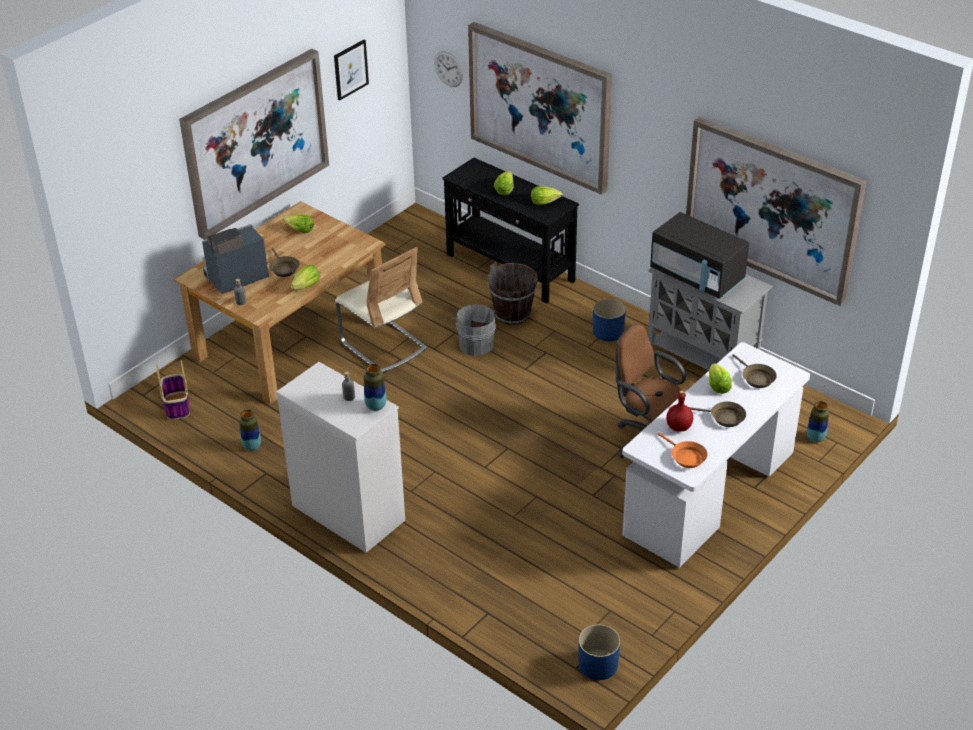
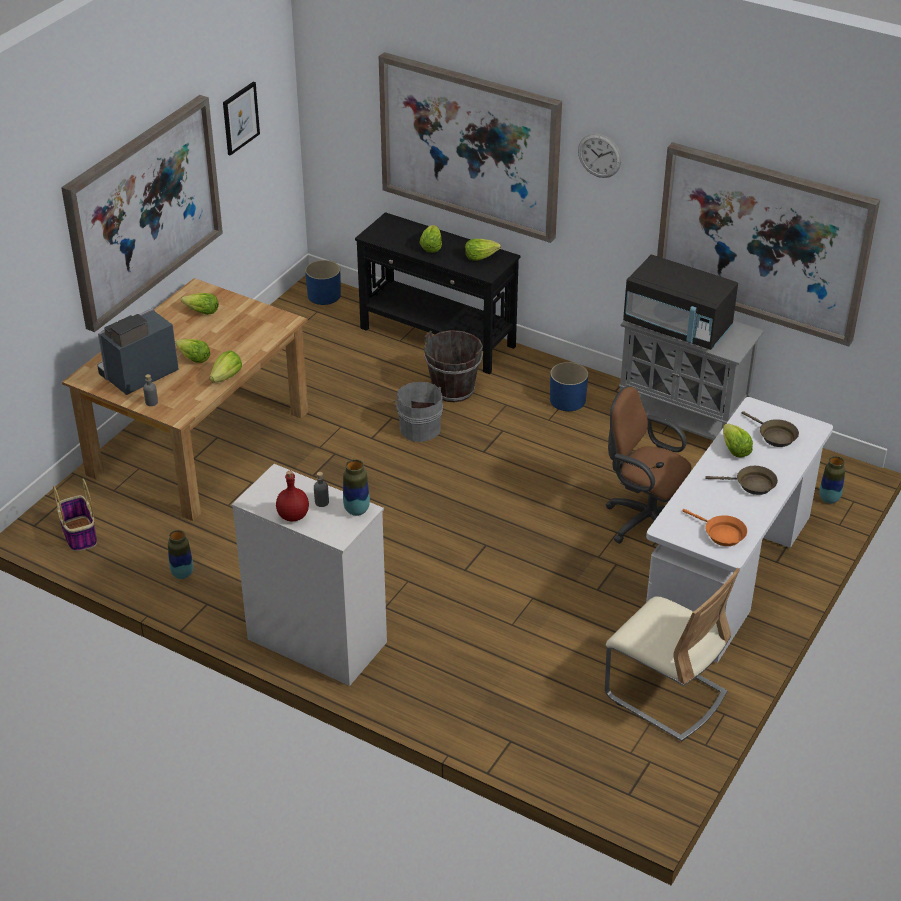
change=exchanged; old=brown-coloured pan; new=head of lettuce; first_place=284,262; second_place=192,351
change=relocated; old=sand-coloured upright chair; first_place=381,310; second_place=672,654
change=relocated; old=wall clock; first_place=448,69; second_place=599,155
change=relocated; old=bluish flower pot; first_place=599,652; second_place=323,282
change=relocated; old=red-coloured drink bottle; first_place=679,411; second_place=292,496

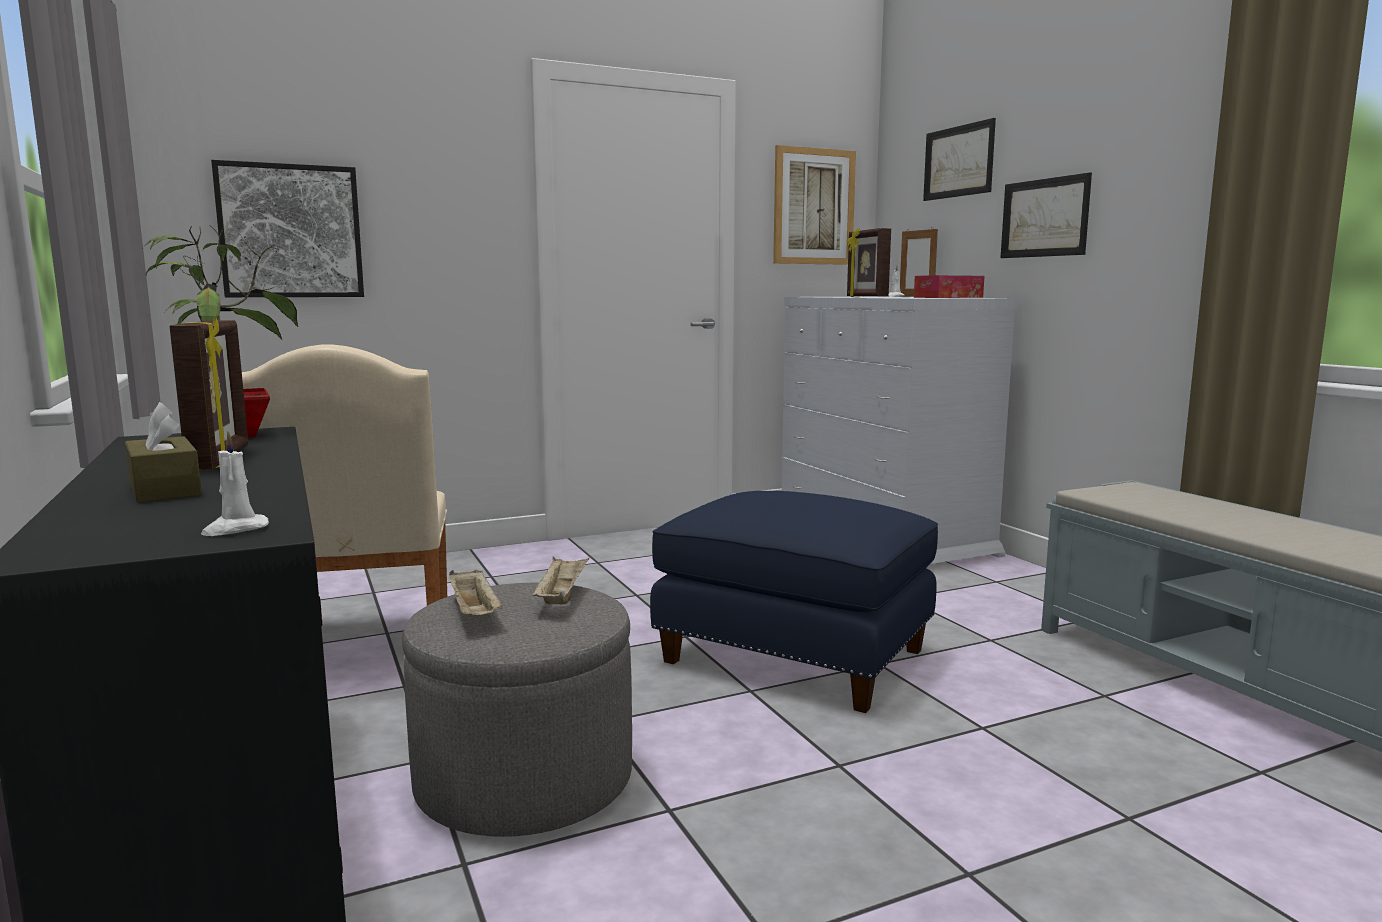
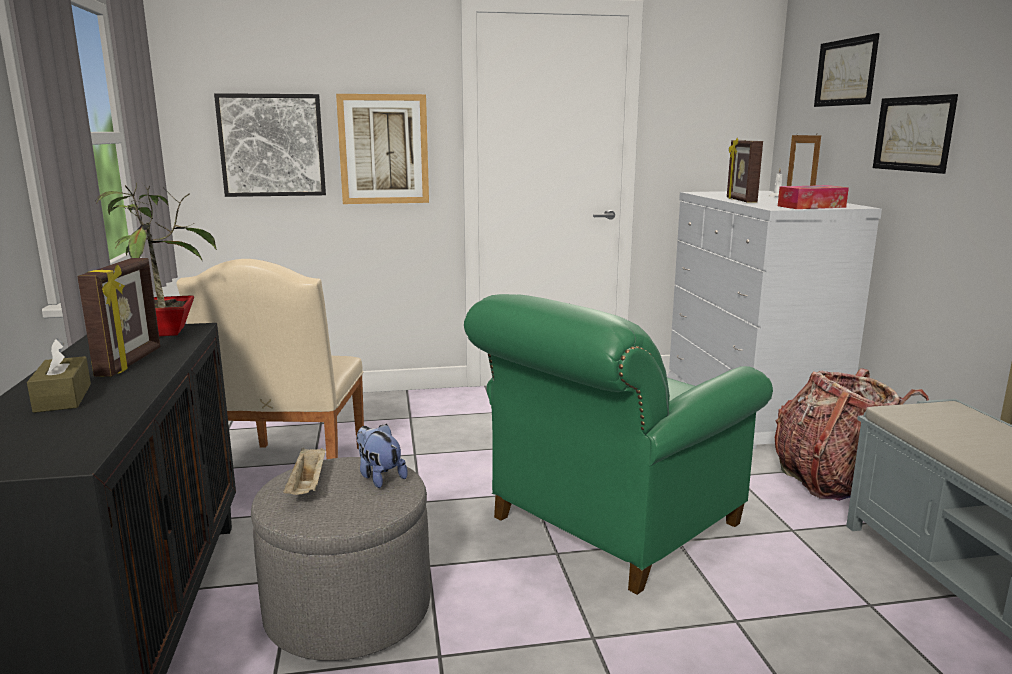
change=missing; old=whitish wax candle; first_place=235,483
change=exchanged; old=sand-coloured tray; new=cuddly toy; first_place=560,580; second_place=382,456
change=exchanged; old=bluish footrest; new=green-coloured armchair; first_place=794,602; second_place=618,444
change=relocated; old=picture; first_place=814,205; second_place=382,149
change=appeared; new=knapsack; second_place=852,434

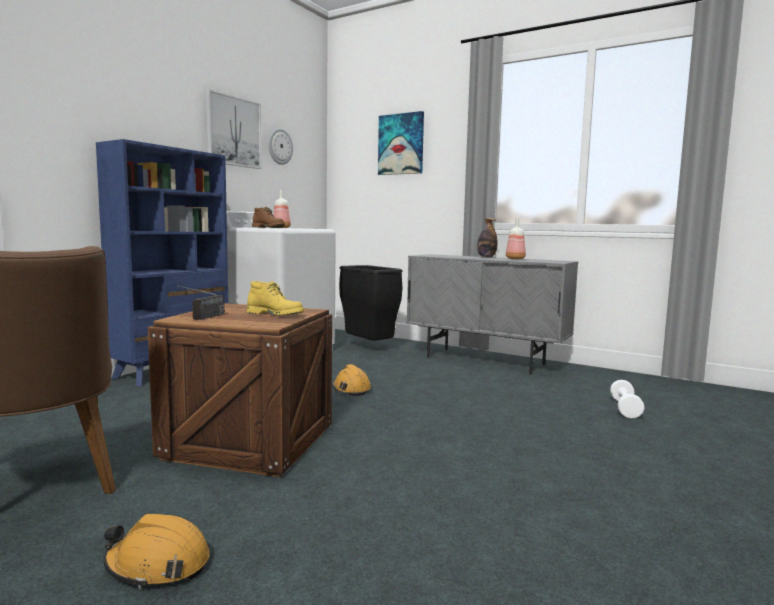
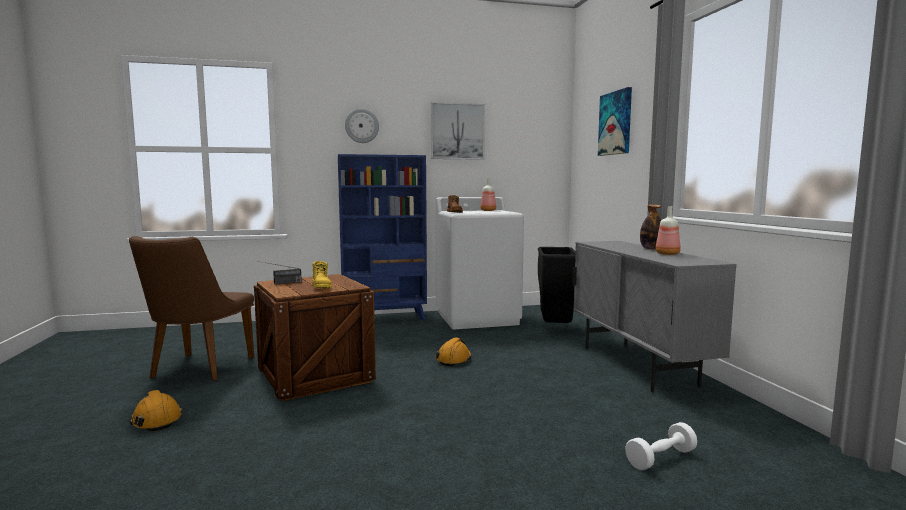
change=relocated; old=wall clock; first_place=280,146; second_place=362,126

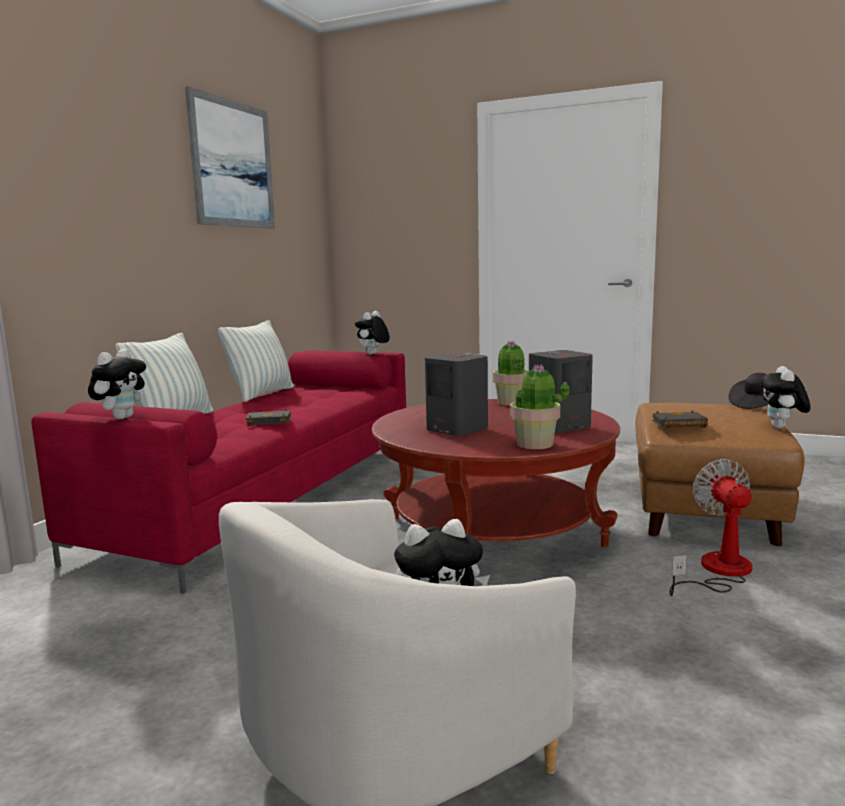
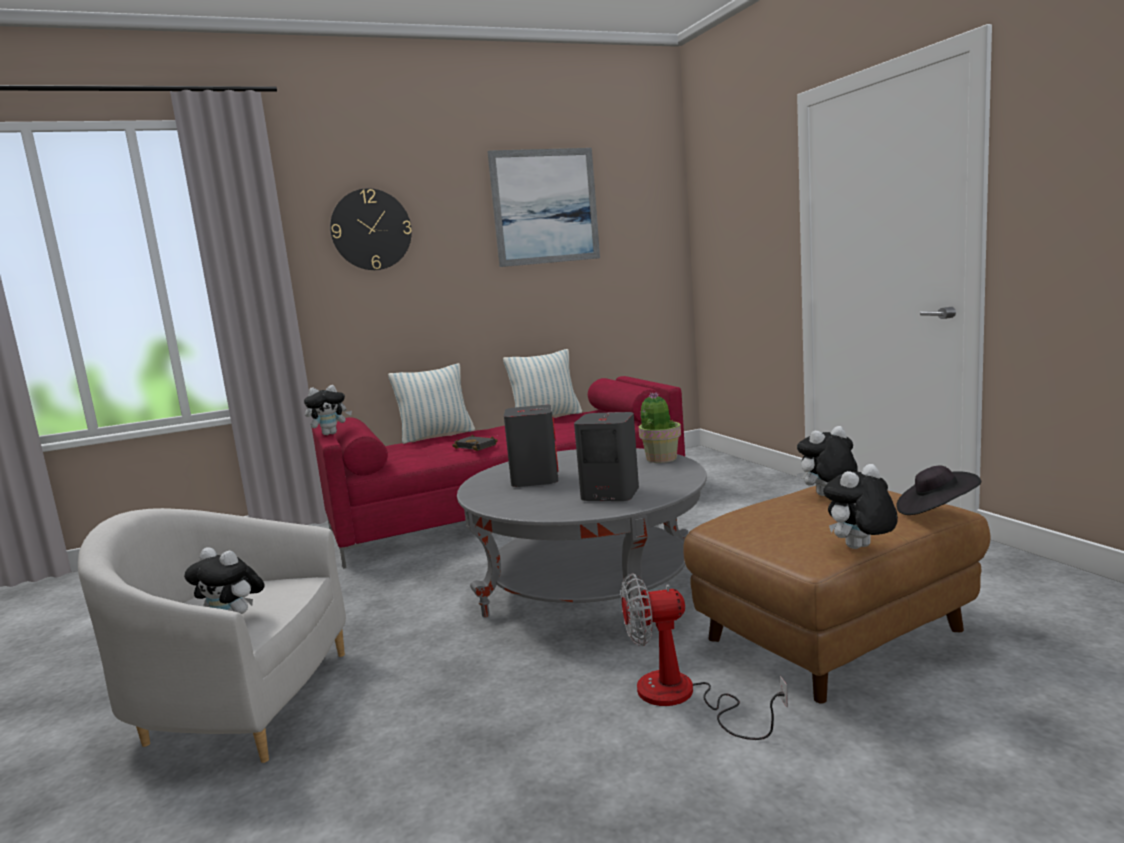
change=relocated; old=cuddly toy; first_place=372,333; second_place=827,461
change=colour; old=red-coloured coffee table; new=greyish coffee table; first_place=496,473; second_place=582,541
change=missing; old=plant in a pot; first_place=539,406
change=missing; old=blackish volume; first_place=680,419
change=spun; old=cooling fan; first_place=710,527; second_place=704,656; degrees=-135
change=appeared; new=wall clock; second_place=371,229

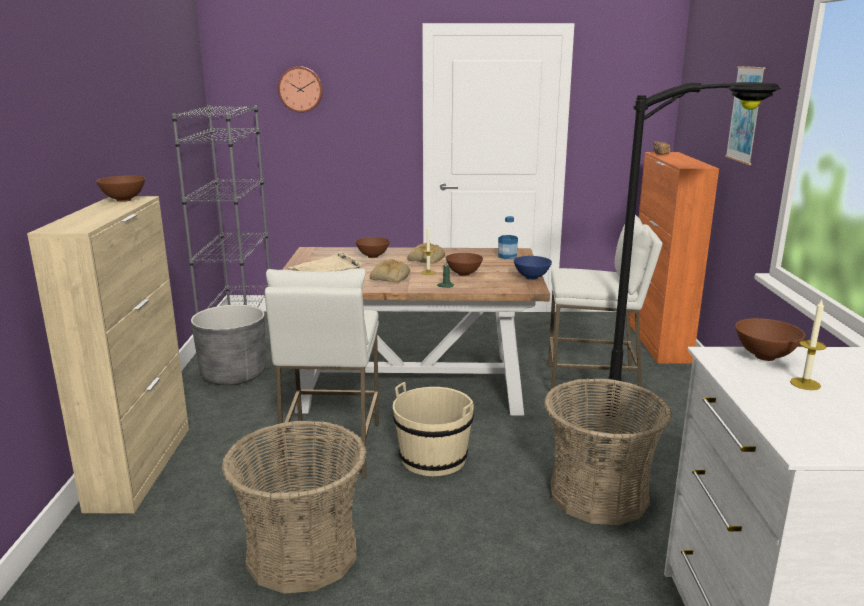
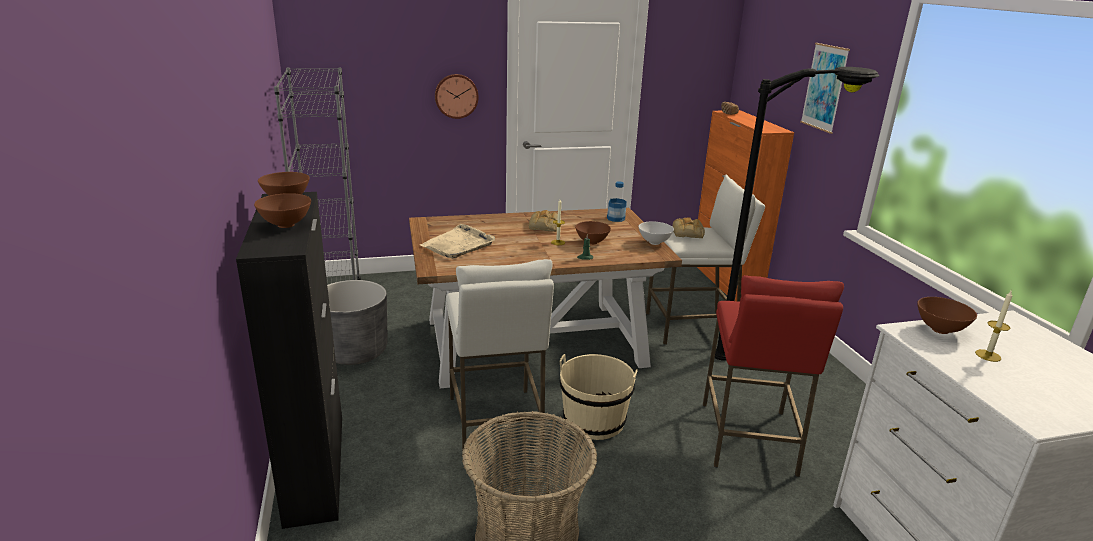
change=colour; old=sand-coloured cabinet; new=blackish cabinet; first_place=108,354; second_place=289,360
change=relocated; old=wall clock; first_place=300,89; second_place=457,96
change=relocated; old=brown-coloured bowl; first_place=372,247; second_place=282,210
change=relocated; old=baked bread; first_place=390,270; second_place=688,227
change=colour; old=bluish bowl; new=whitish bowl; first_place=533,268; second_place=656,233
change=exchanged; old=basket; new=red-coloured stool seat; first_place=608,451; second_place=773,376

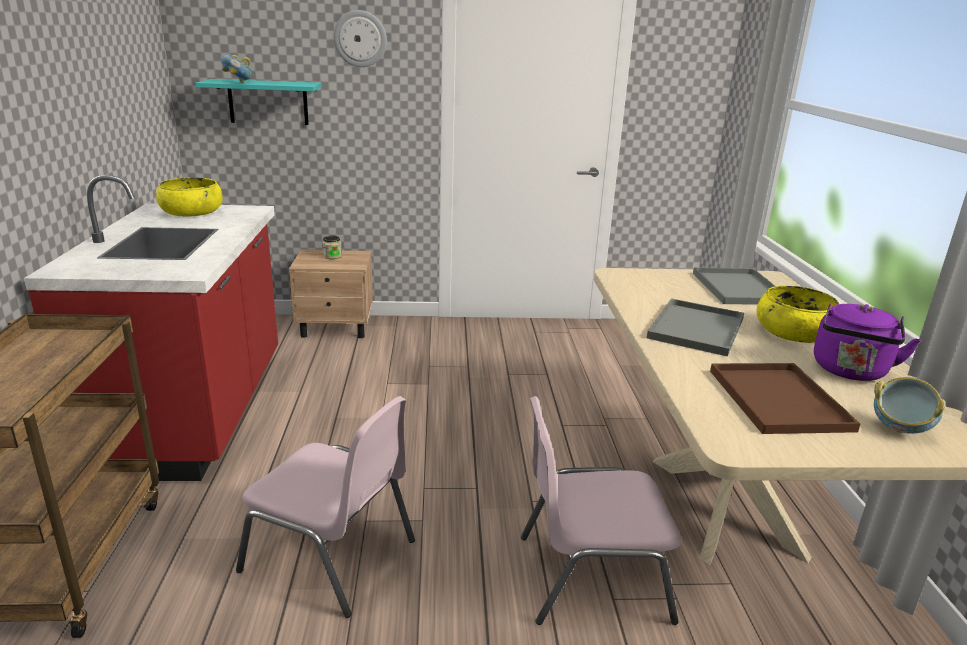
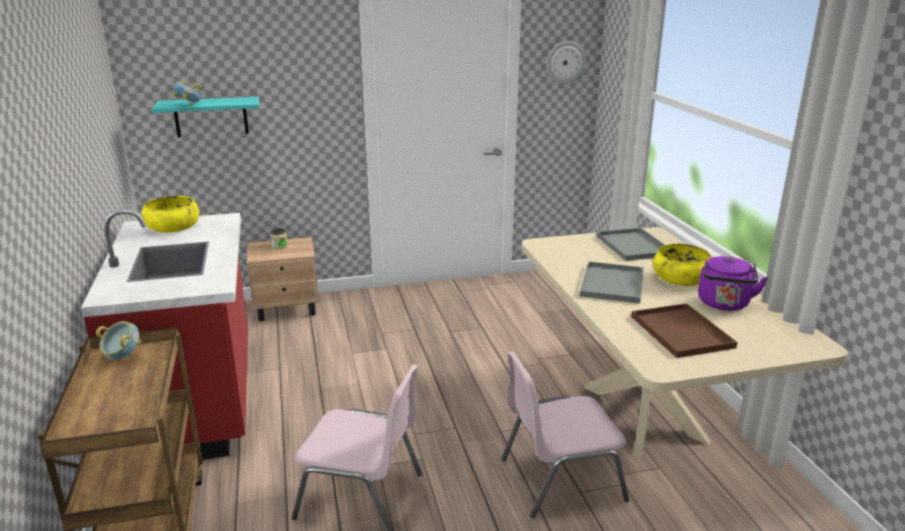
change=relocated; old=wall clock; first_place=360,38; second_place=566,62
change=relocated; old=bowl; first_place=910,405; second_place=119,340

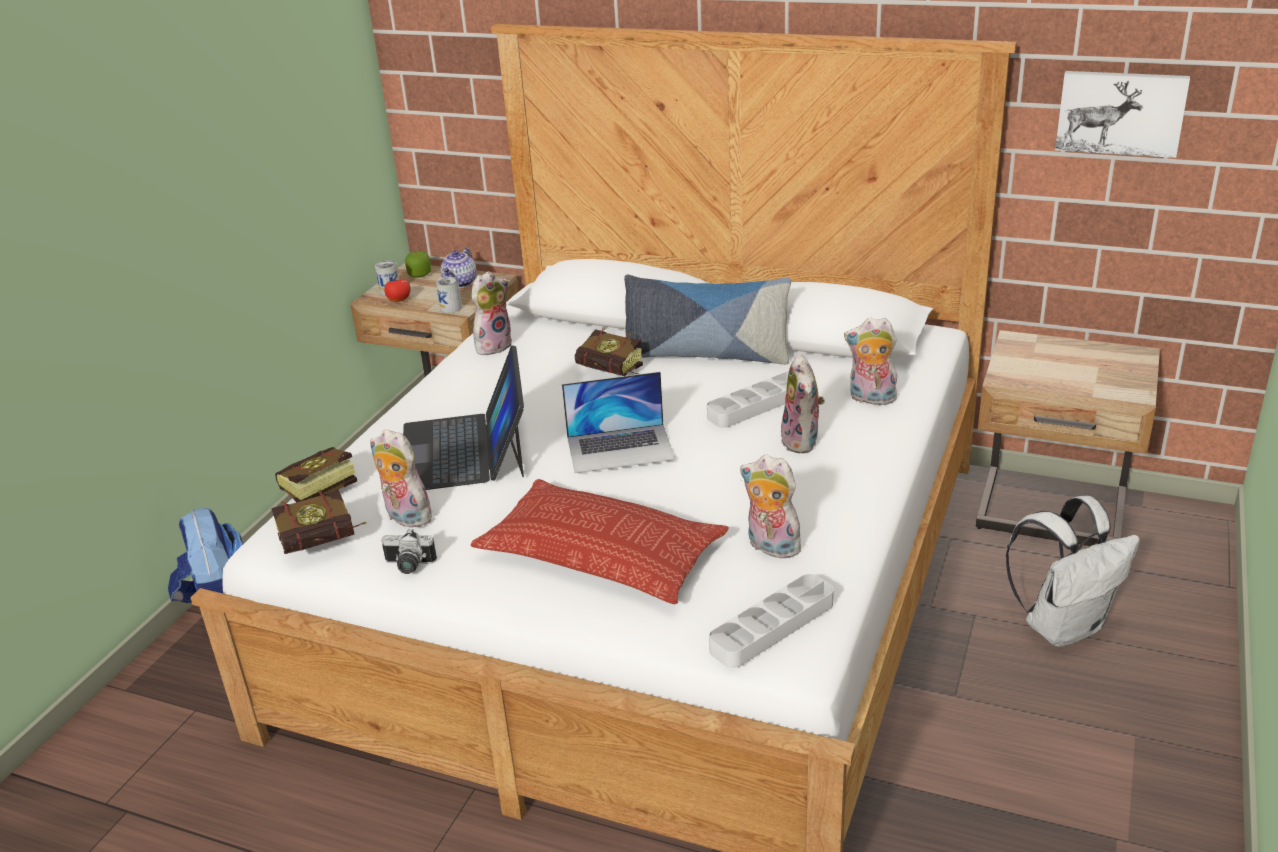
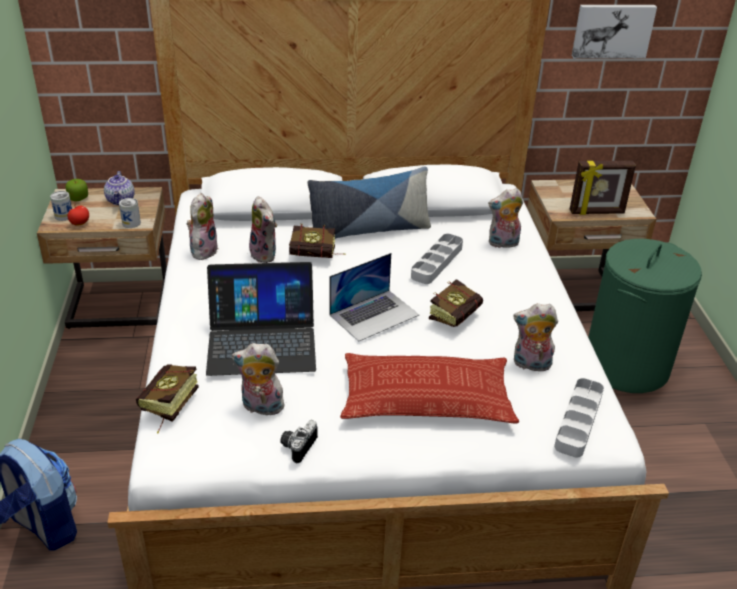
change=relocated; old=volume; first_place=319,521; second_place=456,303
change=spun; old=photo camera; first_place=409,551; second_place=299,441; degrees=135
change=spun; old=portable computer; first_place=463,417; second_place=261,319; degrees=-60
change=relocated; old=cuddly toy; first_place=803,403; second_place=263,229
change=exchanged; old=whitish knapsack; new=green-coloured hamper; first_place=1073,571; second_place=645,316
change=appeared; new=picture frame; second_place=603,188

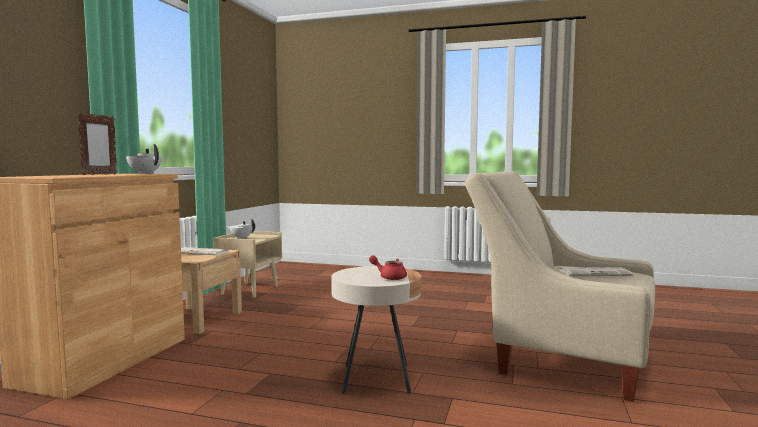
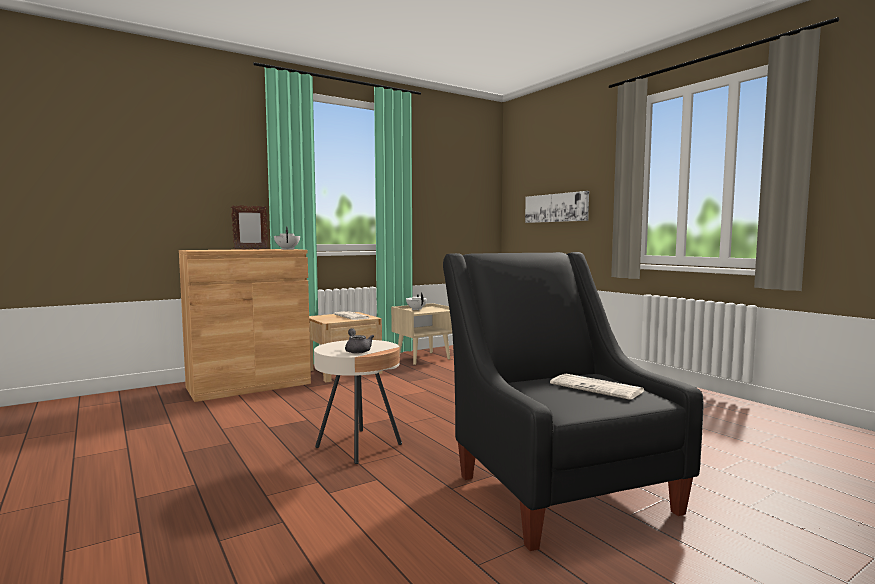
change=colour; old=red-coloured pot for tea; new=greyish pot for tea; first_place=388,267; second_place=359,341
change=colour; old=sand-coloured armchair; new=blackish armchair; first_place=559,286; second_place=573,401
change=appeared; new=picture; second_place=557,207

